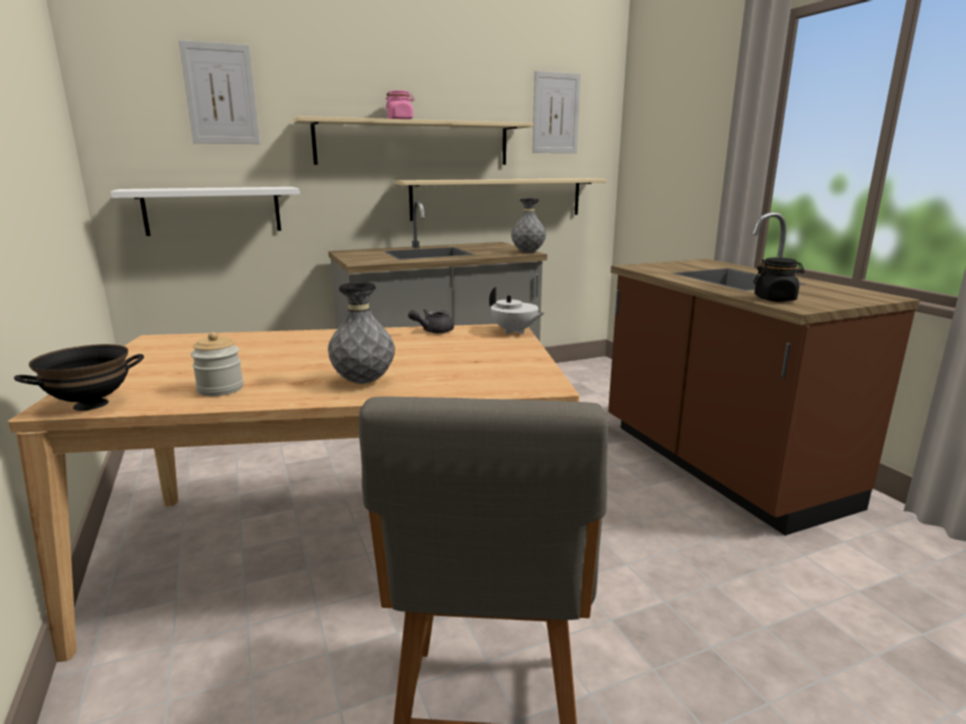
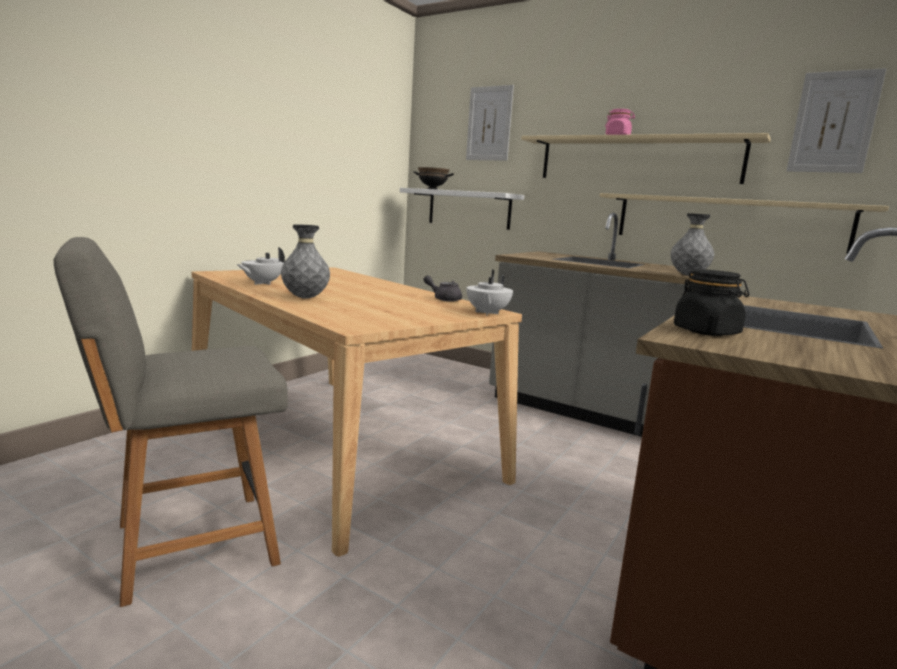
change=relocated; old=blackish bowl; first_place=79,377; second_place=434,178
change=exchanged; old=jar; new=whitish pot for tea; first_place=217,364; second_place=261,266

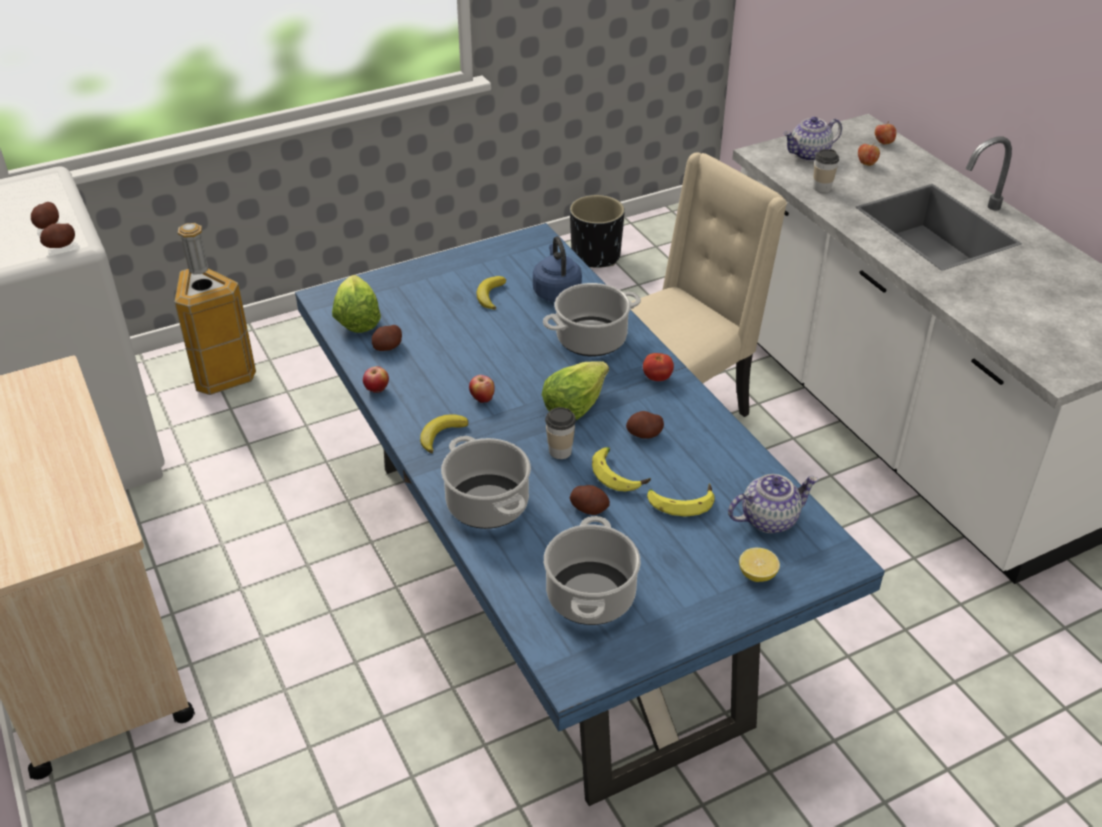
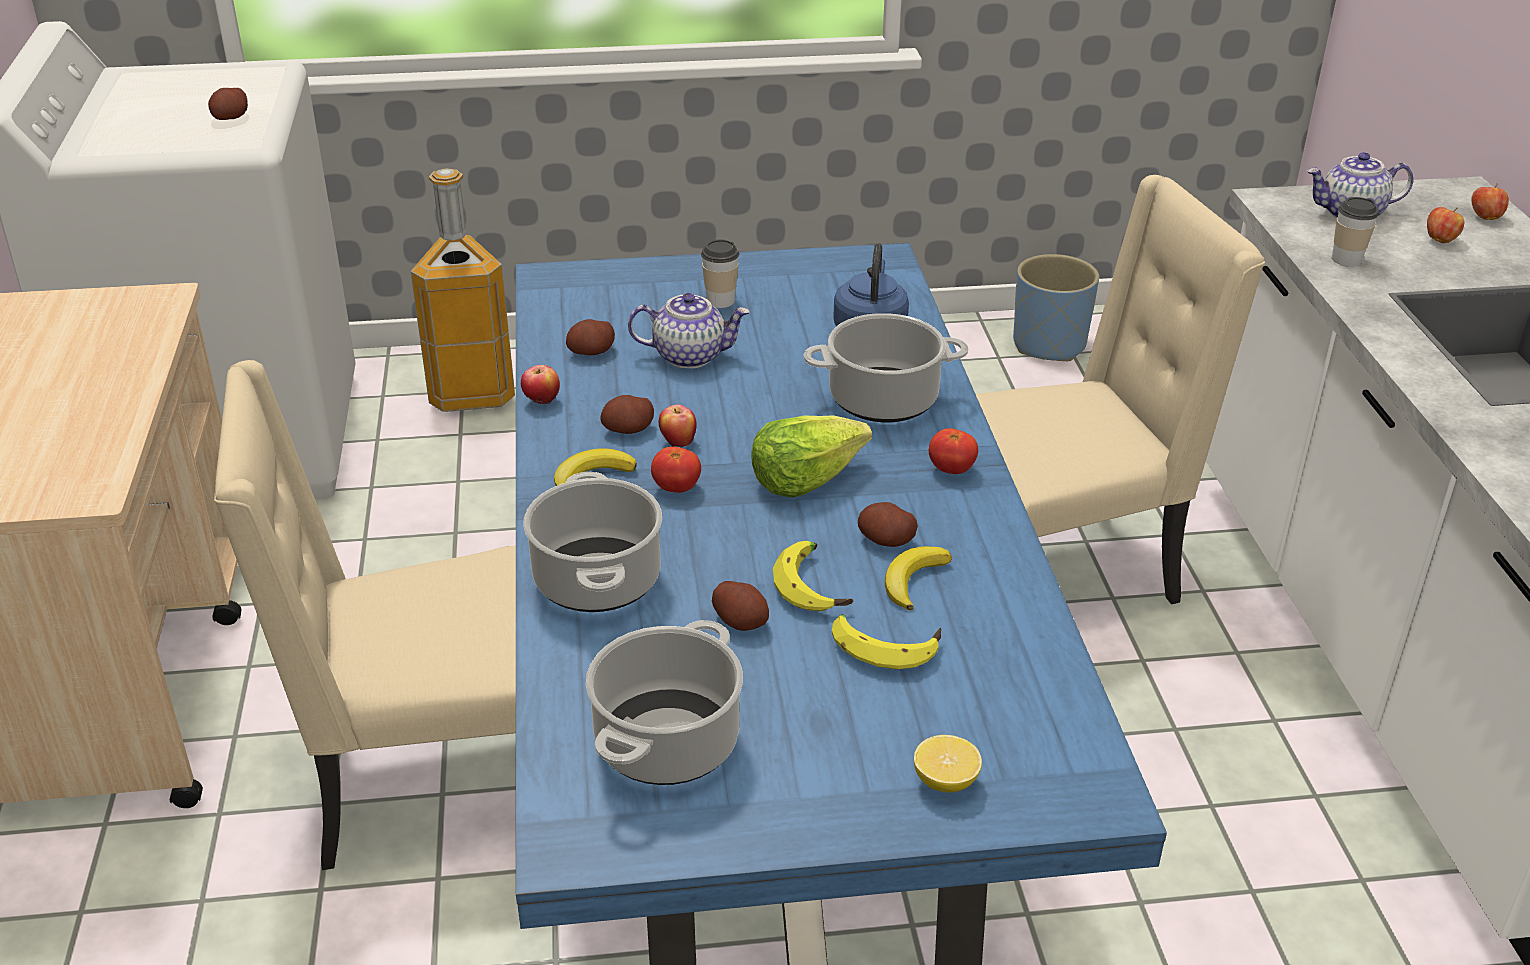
change=relocated; old=spud; first_place=57,235; second_place=627,414
change=missing; old=head of lettuce; first_place=356,304
change=relocated; old=whole banana; first_place=491,293; second_place=918,578
change=relocated; old=cup; first_place=560,433; second_place=720,273
change=colour; old=blackish flower pot; new=bluish flower pot; first_place=597,231; second_place=1056,307
change=relocated; old=pot for tea; first_place=773,503; second_place=689,331
change=appeared; new=sand-coloured upright chair; second_place=365,615
change=appeared; new=whole tomato; second_place=676,470

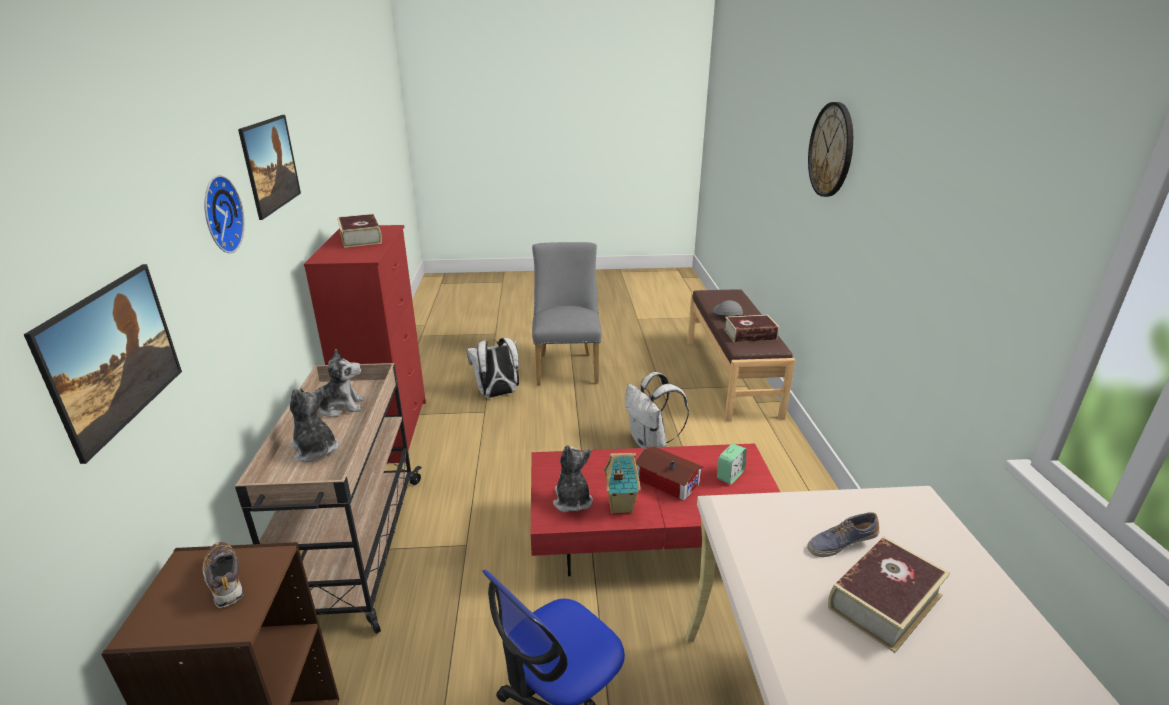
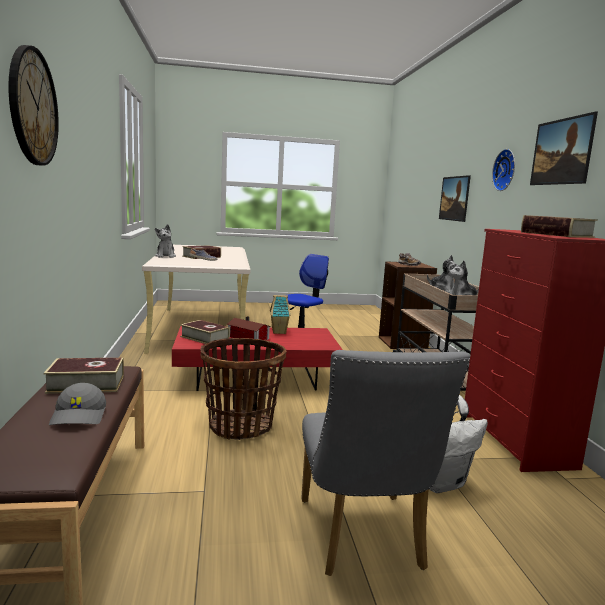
change=relocated; old=cuddly toy; first_place=573,478; second_place=165,241
change=exchanged; old=whitish knapsack; new=basket; first_place=657,410; second_place=243,389
change=exchanged; old=bedside clock; new=volume; first_place=732,464; second_place=205,332

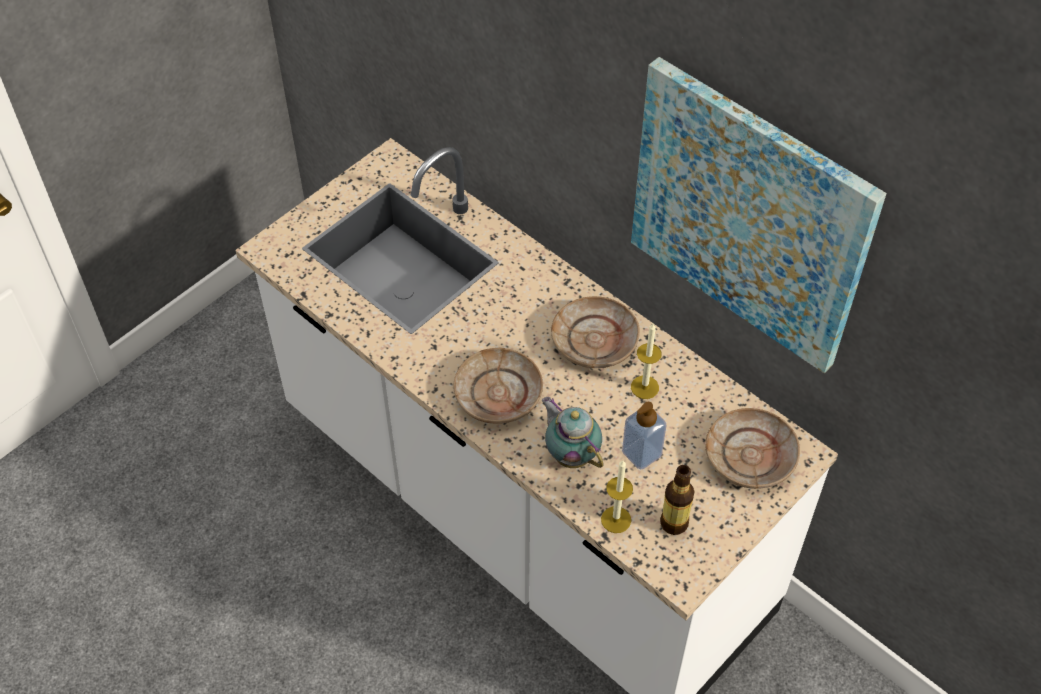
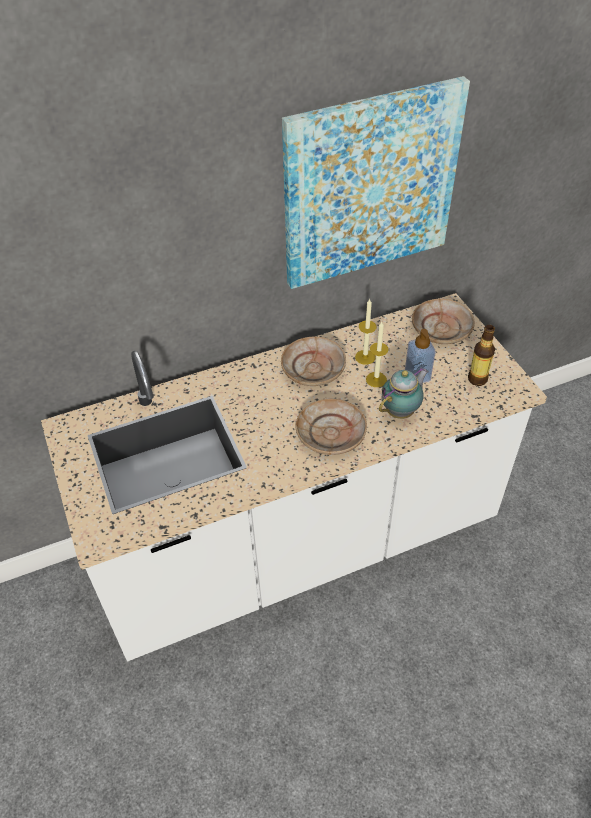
change=spun; old=pot for tea; first_place=572,432; second_place=404,393; degrees=150
change=relocated; old=wax candle; first_place=617,496; second_place=377,354

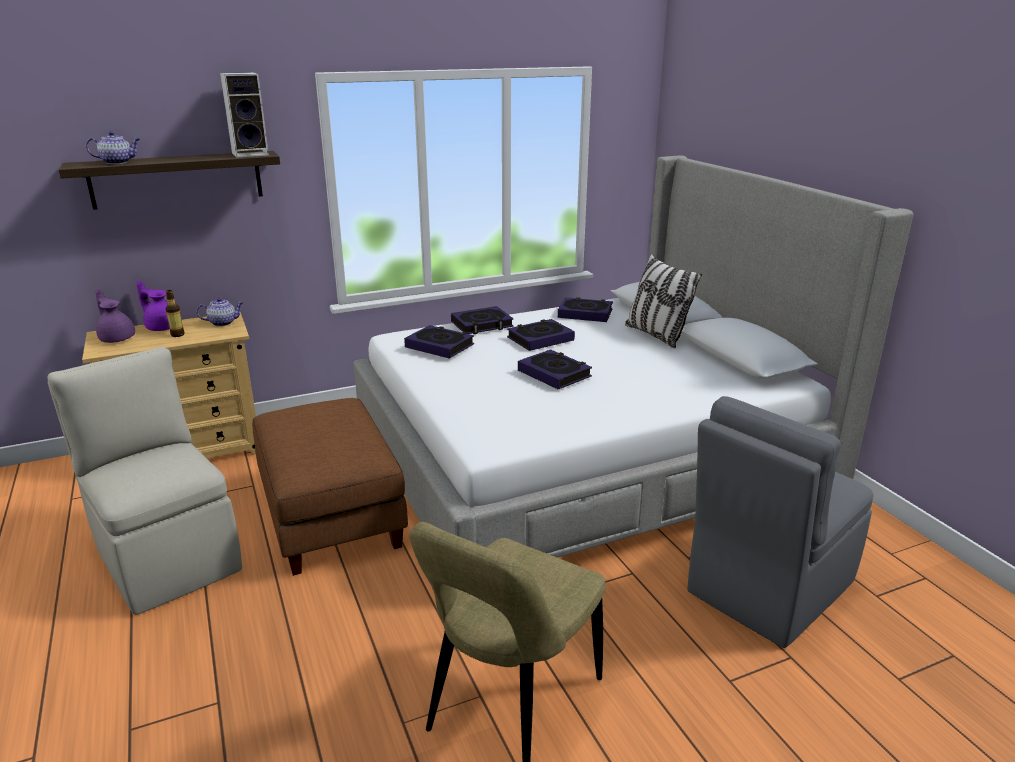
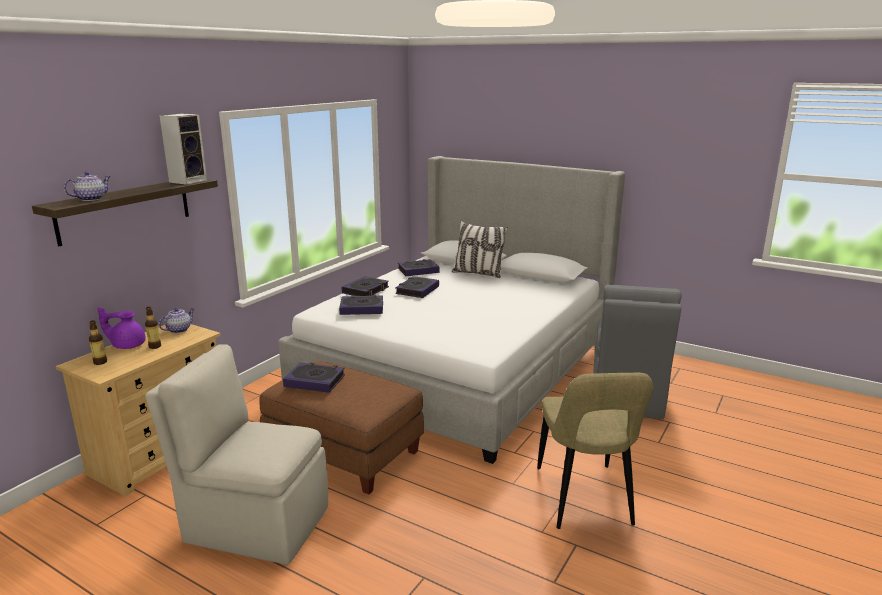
change=exchanged; old=purple pot for tea; new=drink bottle; first_place=115,316; second_place=98,342
change=relocated; old=volume; first_place=555,369; second_place=314,377

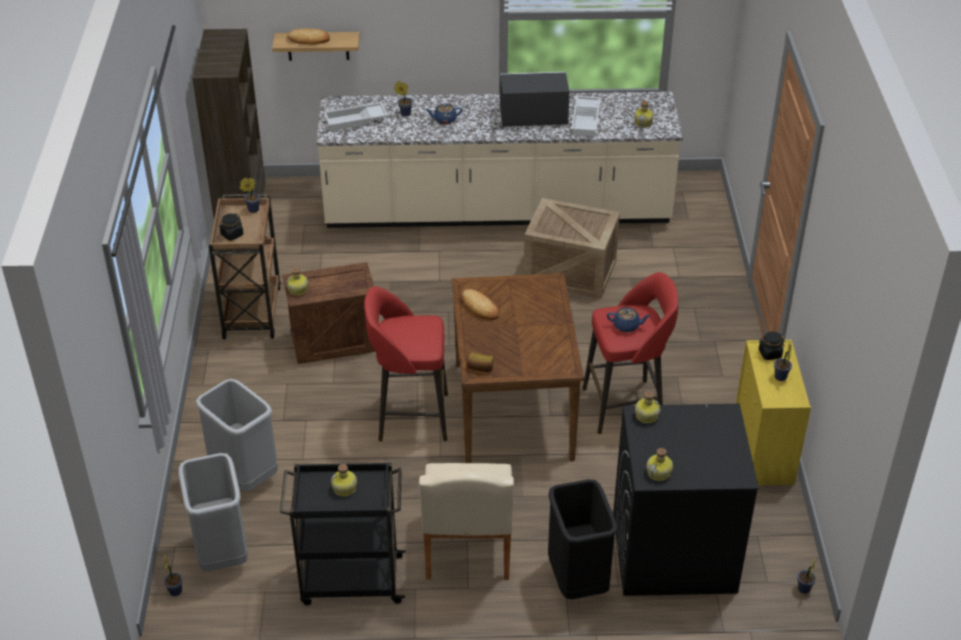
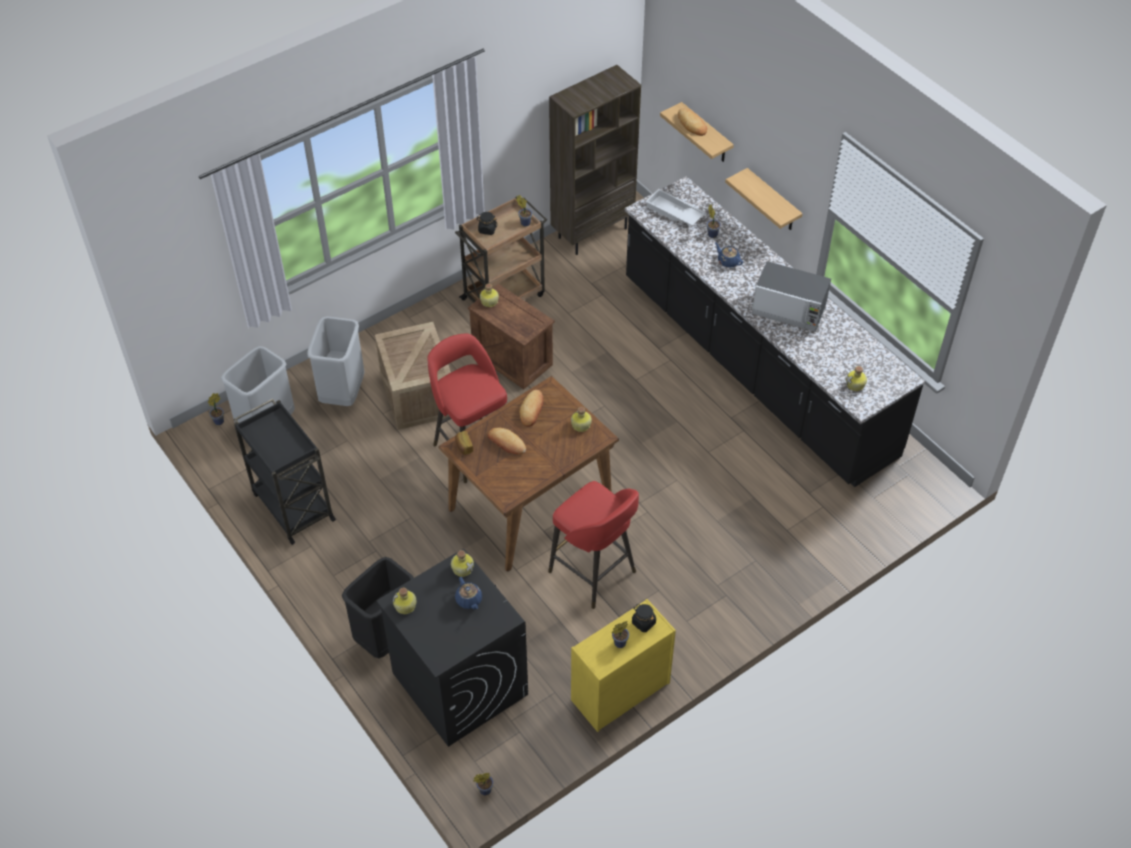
change=colour; old=sand-coloured kitchen base unit; new=blackish kitchen base unit; first_place=499,160; second_place=775,331
change=relocated; old=drink bottle; first_place=344,480; second_place=581,419
change=missing; old=sand-coloured upright chair; first_place=466,521
change=spun; old=kitchen microwave; first_place=535,99; second_place=791,296; degrees=150
change=relocated; old=shipping crate; first_place=571,248; second_place=413,376
change=missing; old=whitish tray; first_place=586,116
change=relocated; old=bluish pot for tea; first_place=628,319; second_place=468,593
change=appeared; new=baked bread; second_place=507,440
change=appeared; new=bracket shelf; second_place=764,199

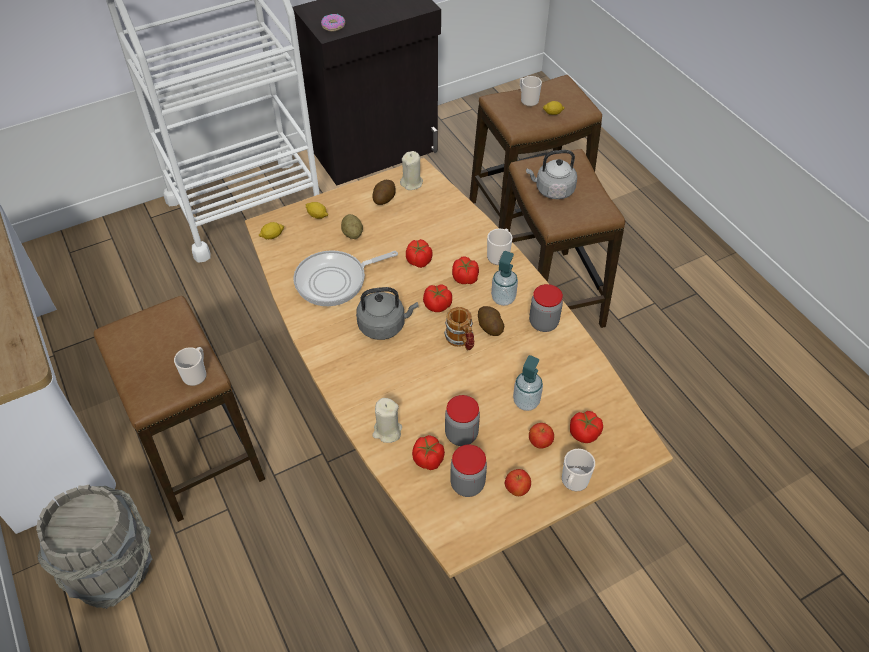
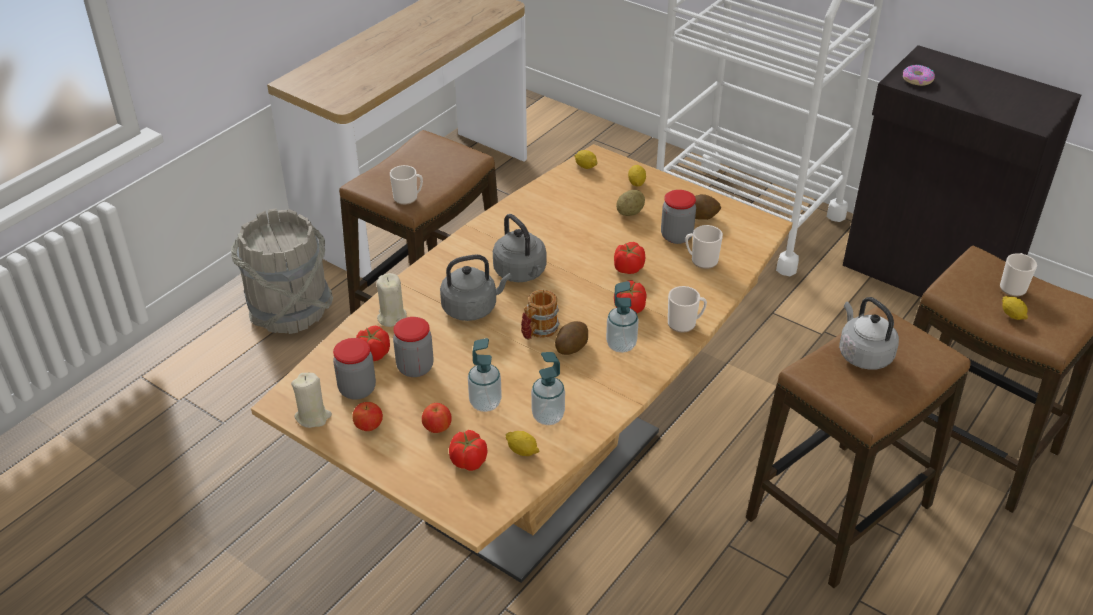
change=missing; old=pan; first_place=345,278
change=relocated; old=sand-coloured wax candle; first_place=411,170; second_place=311,400
change=missing; old=whole tomato; first_place=437,298
change=relocated; old=jar; first_place=546,308; second_place=678,217
change=relocated; old=tea mug; first_place=578,470; second_place=704,247
change=appeared; new=greyish water kettle; second_place=476,287
change=appeared; new=citrus fruit; second_place=523,443
change=appeared; new=liquid soap bottle; second_place=548,388

